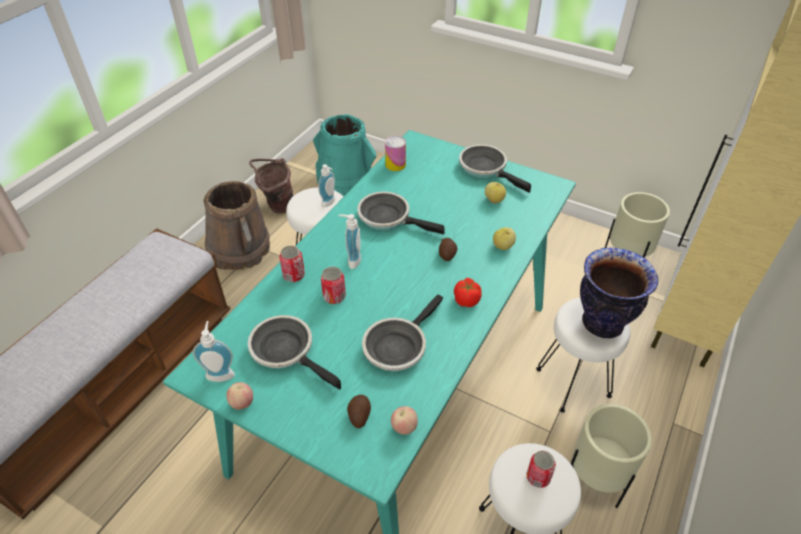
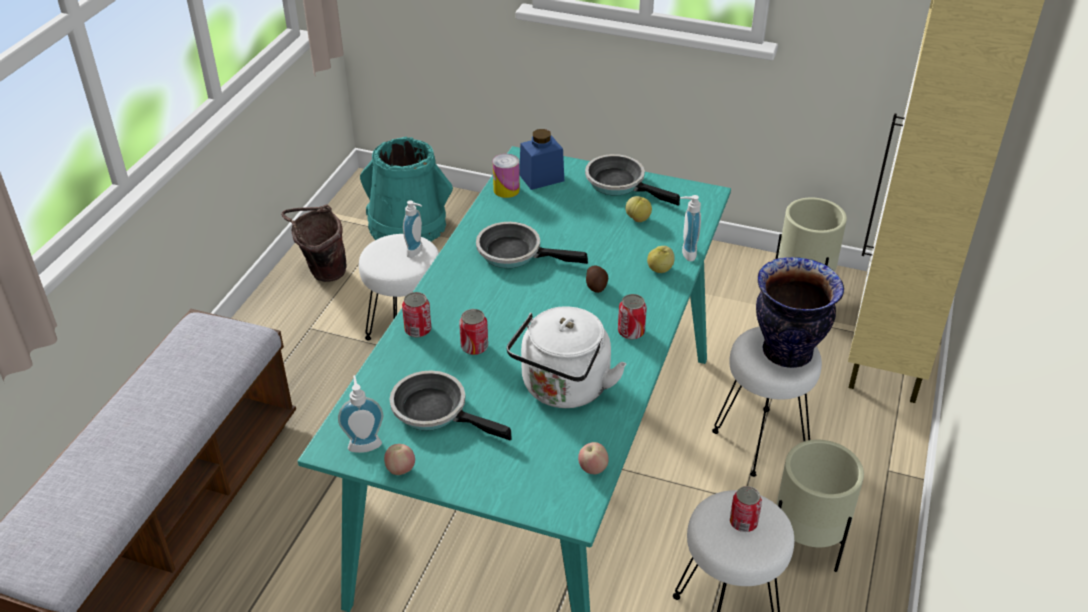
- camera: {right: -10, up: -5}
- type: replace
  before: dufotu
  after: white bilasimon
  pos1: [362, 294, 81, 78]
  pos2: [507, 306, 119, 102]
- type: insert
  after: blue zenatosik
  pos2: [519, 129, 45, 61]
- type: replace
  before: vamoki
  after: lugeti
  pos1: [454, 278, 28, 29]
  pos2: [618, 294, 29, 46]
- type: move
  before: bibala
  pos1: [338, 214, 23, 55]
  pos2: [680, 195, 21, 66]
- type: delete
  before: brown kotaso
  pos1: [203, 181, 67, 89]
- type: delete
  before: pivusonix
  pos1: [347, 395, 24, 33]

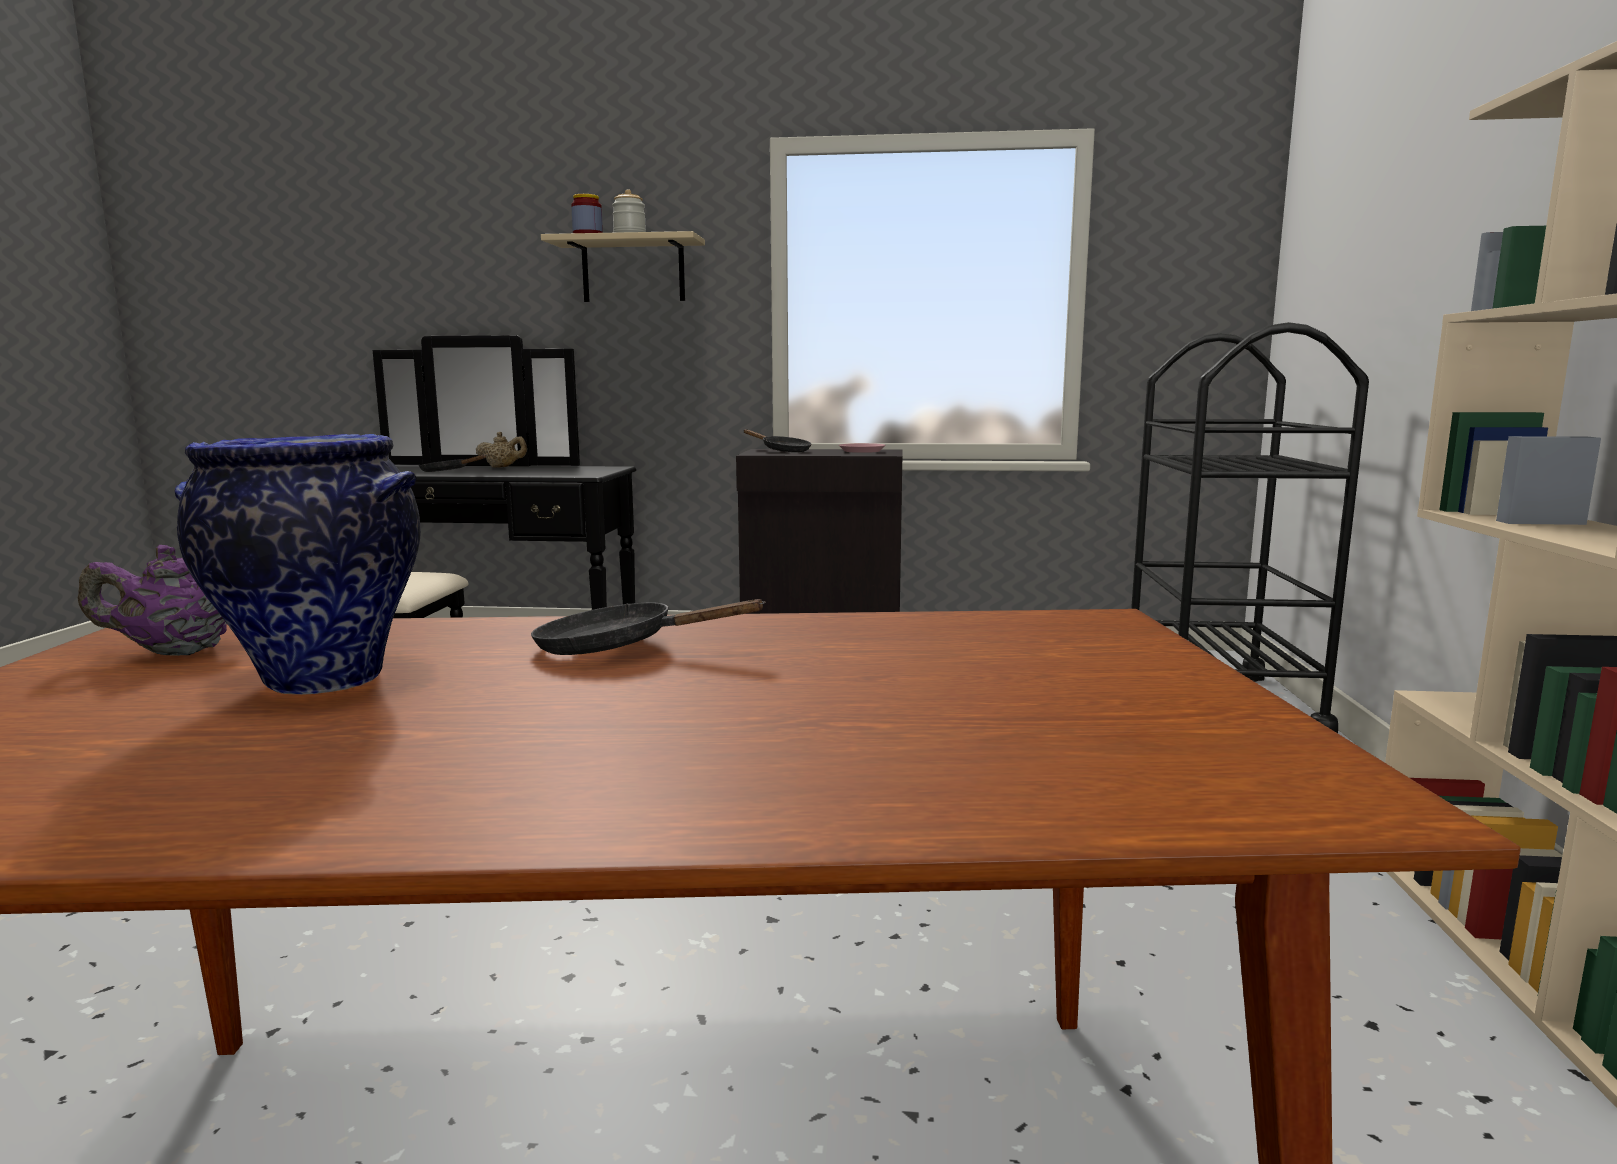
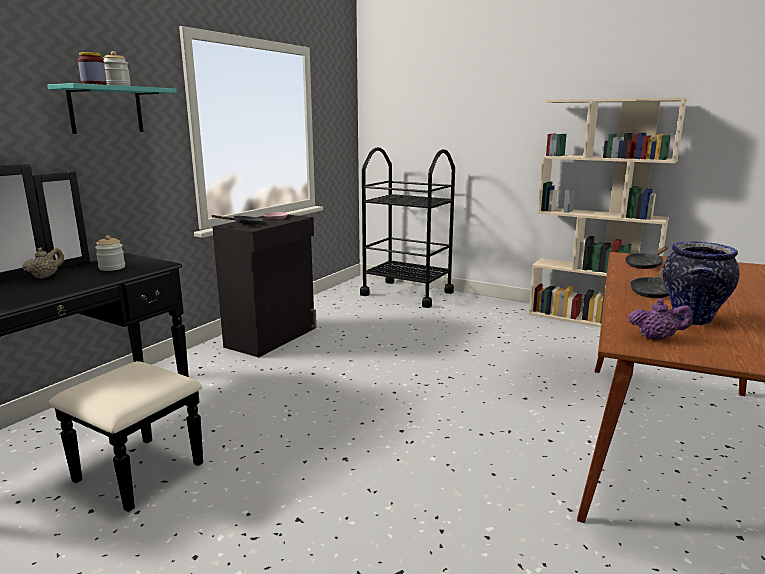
- camera: {right: -65, up: 5}
- type: recolor
  before: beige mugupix
  after: turquoise mugupix
  pos1: [541, 231, 164, 71]
  pos2: [48, 83, 129, 51]
- type: insert
  after: zenatosik
  pos2: [95, 235, 30, 36]
- type: move
  before: black dufotu
  pos1: [419, 455, 67, 17]
  pos2: [625, 246, 43, 23]
- type: rotate
  before: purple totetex
  pos1: [78, 545, 149, 111]
  pos2: [628, 299, 65, 41]
  turn: -90

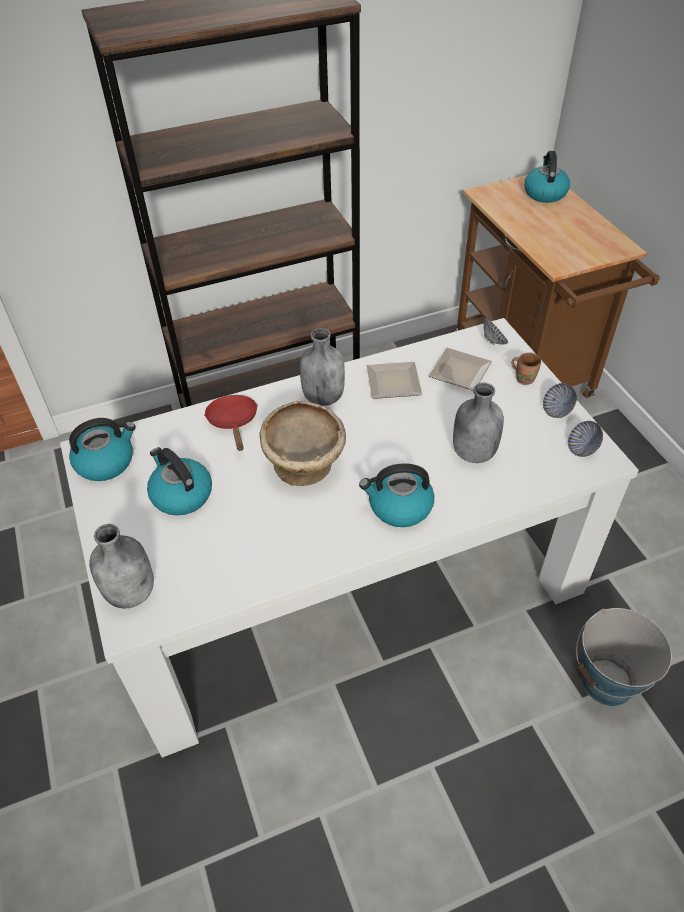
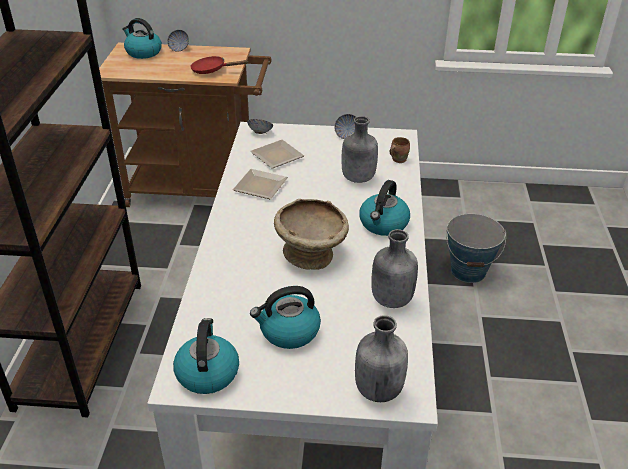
- camera: {right: -65, up: -10}
- type: move
  before: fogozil
  pos1: [568, 421, 35, 36]
  pos2: [167, 30, 22, 22]
- type: move
  before: red dufotu
  pos1: [204, 395, 54, 56]
  pos2: [190, 56, 59, 18]
- type: move
  before: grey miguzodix
  pos1: [300, 328, 45, 78]
  pos2: [371, 229, 47, 79]
- type: move
  before: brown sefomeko
  pos1: [511, 352, 30, 33]
  pos2: [390, 137, 20, 26]

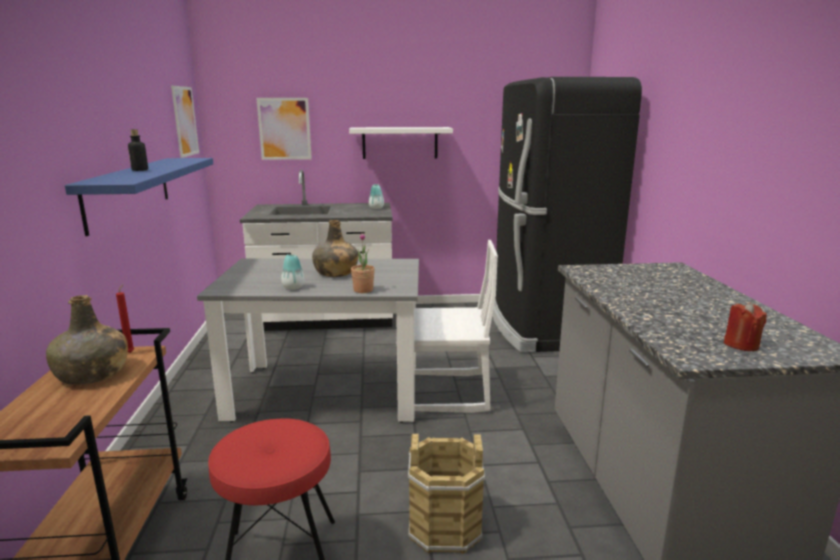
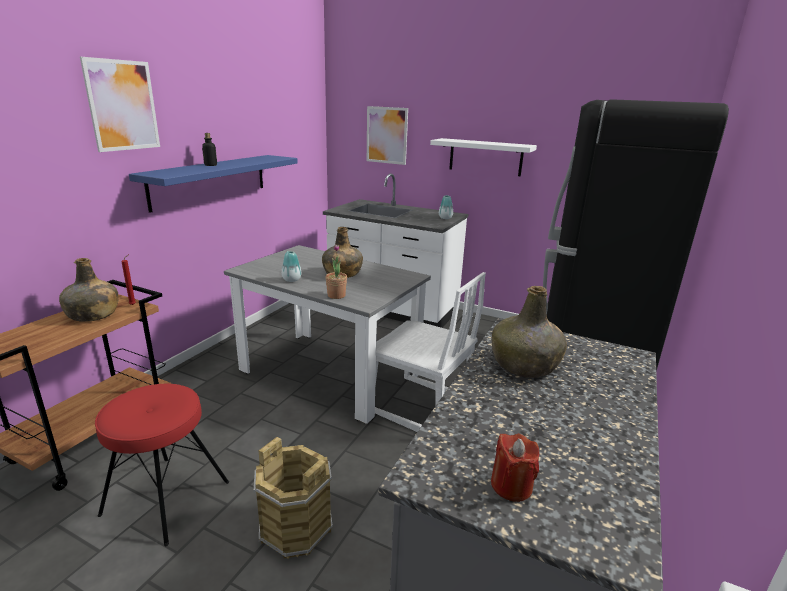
- camera: {right: 30, up: 5}
- type: move
  before: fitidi
  pos1: [171, 86, 28, 72]
  pos2: [80, 57, 80, 95]
- type: insert
  after: green miguzodix
  pos2: [492, 286, 75, 92]

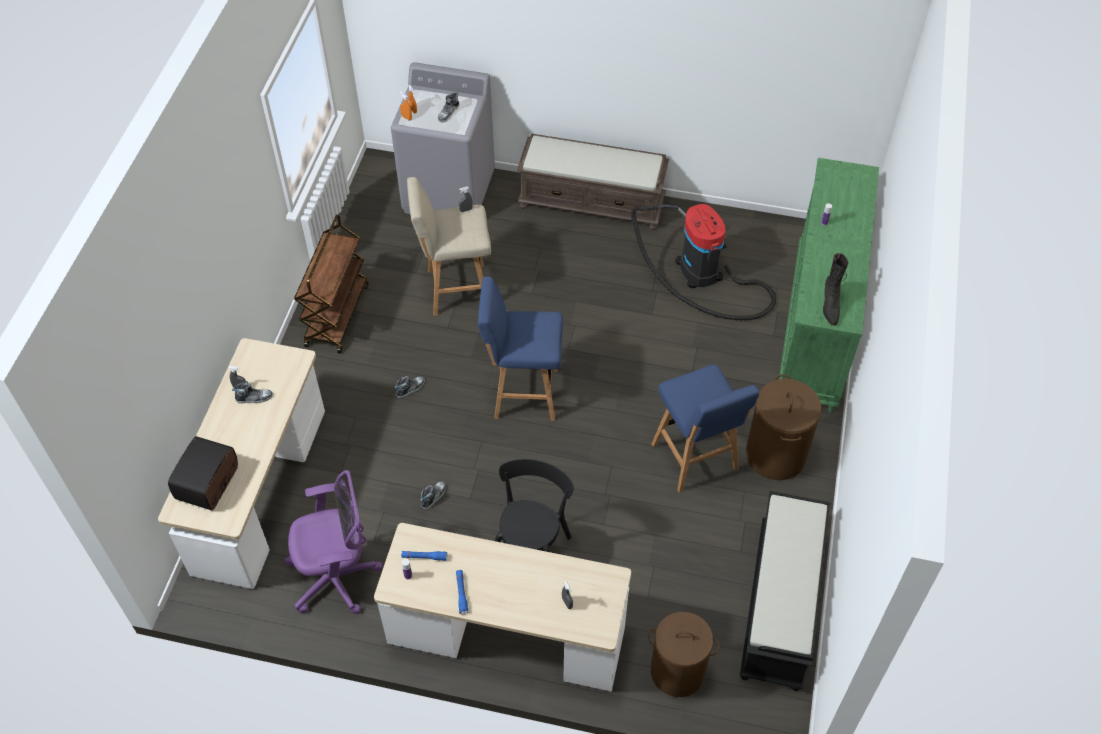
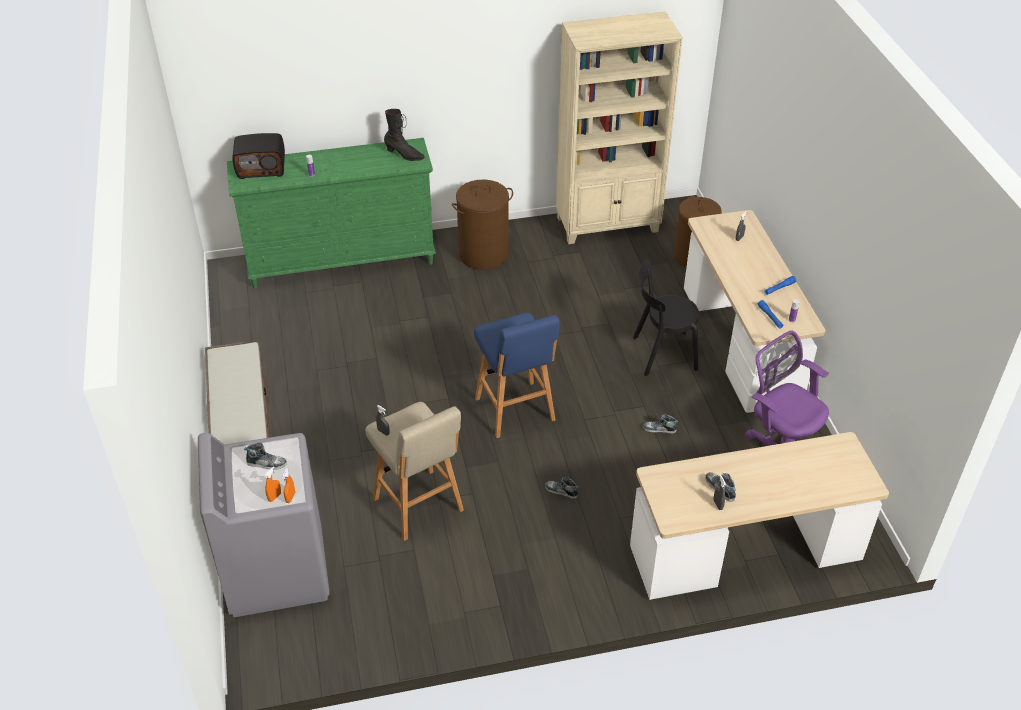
- camera: {right: -115, up: -10}
- type: move
  before: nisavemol
  pos1: [168, 436, 70, 74]
  pos2: [232, 133, 53, 46]
- type: rotate
  before: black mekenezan
  pos1: [823, 253, 25, 73]
  pos2: [384, 109, 41, 52]
  turn: 45
- type: replace
  before: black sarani
  after: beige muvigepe
  pos1: [740, 491, 90, 200]
  pos2: [556, 11, 127, 233]
- type: delete
  before: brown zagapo
  pos1: [294, 215, 75, 139]
- type: delete
  before: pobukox
  pos1: [631, 204, 145, 117]
- type: delete
  before: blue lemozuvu
  pos1: [652, 365, 107, 128]

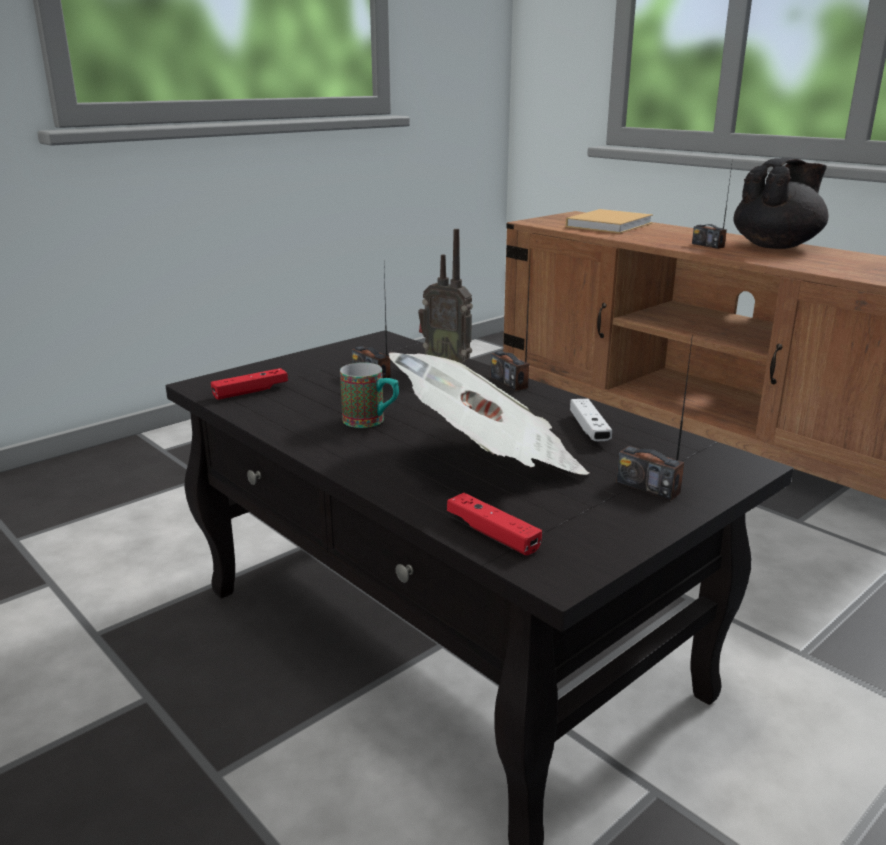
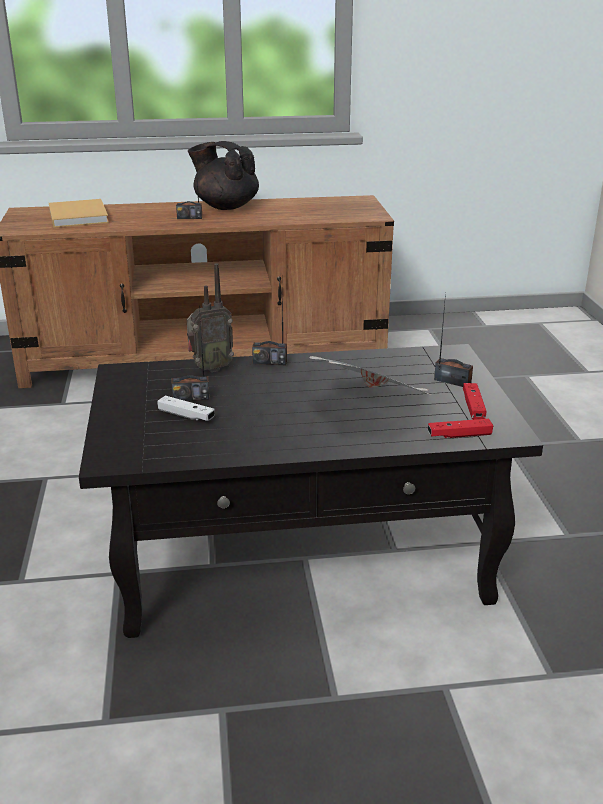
- camera: {right: -55, up: 5}
- type: move
  before: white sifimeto
  pos1: [570, 398, 42, 43]
  pos2: [157, 396, 58, 25]
- type: rotate
  before: black totetex
  pos1: [733, 158, 96, 91]
  pos2: [188, 141, 71, 69]
  turn: -60
- type: rotate
  before: nisavemol
  pos1: [616, 334, 77, 166]
  pos2: [434, 293, 39, 94]
  turn: -135
- type: move
  before: red sifimeto
  pos1: [211, 368, 77, 32]
  pos2: [463, 383, 23, 37]
- type: delete
  before: sefomeko
  pos1: [340, 363, 59, 65]

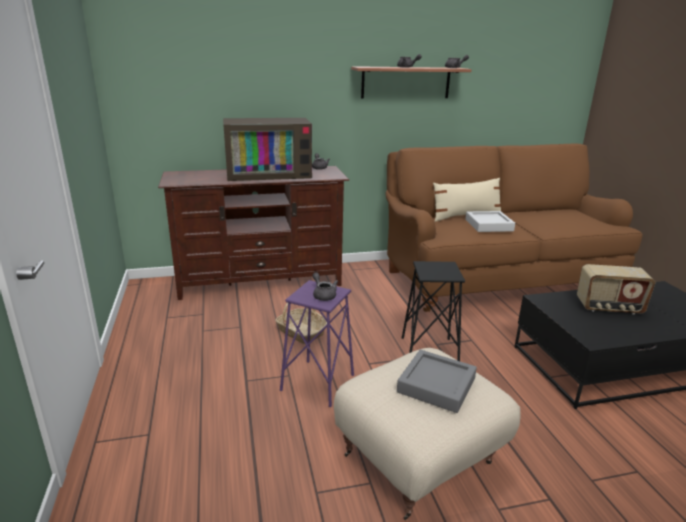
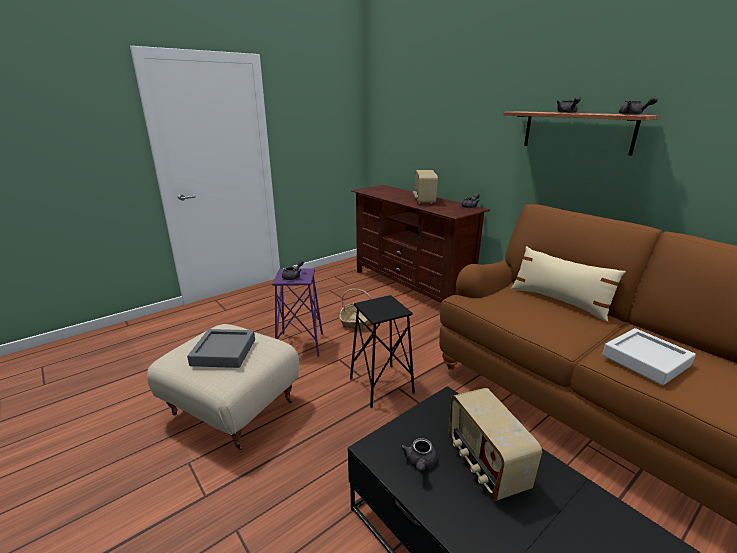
- camera: {right: 65, up: 0}
- type: insert
  after: grey totetex
  pos2: [400, 438, 37, 34]
- type: replace
  before: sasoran
  after: nisavemol
  pos1: [223, 118, 89, 63]
  pos2: [413, 170, 25, 34]
- type: move
  before: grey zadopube
  pos1: [465, 211, 50, 21]
  pos2: [602, 328, 94, 57]

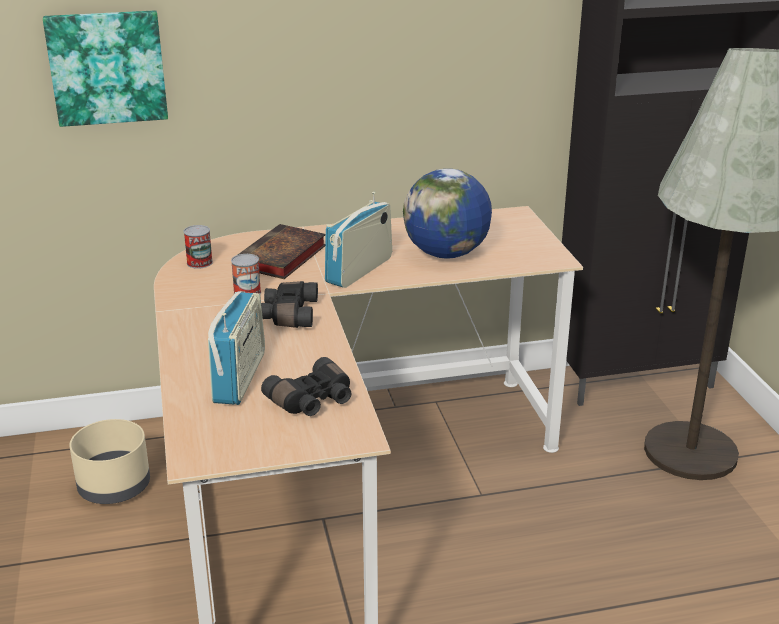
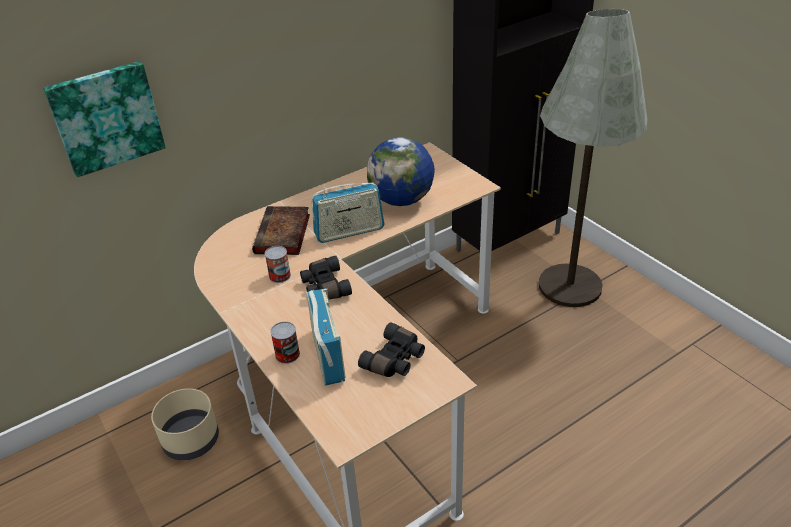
- camera: {right: -20, up: 10}
- type: move
  before: lugeti
  pos1: [184, 225, 29, 44]
  pos2: [270, 321, 30, 43]
- type: rotate
  before: nisavemol
  pos1: [325, 192, 67, 96]
  pos2: [311, 183, 74, 60]
  turn: -120

